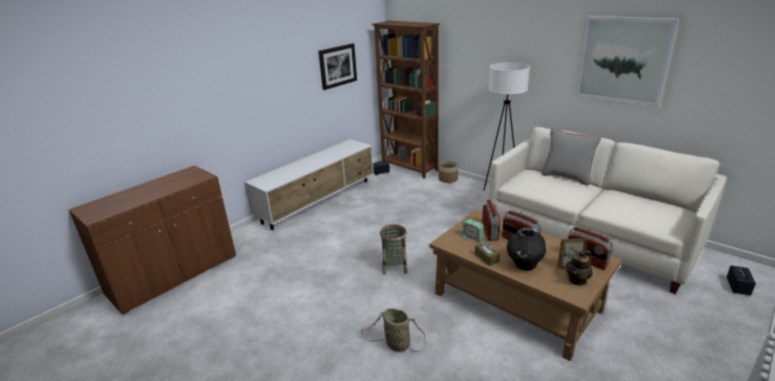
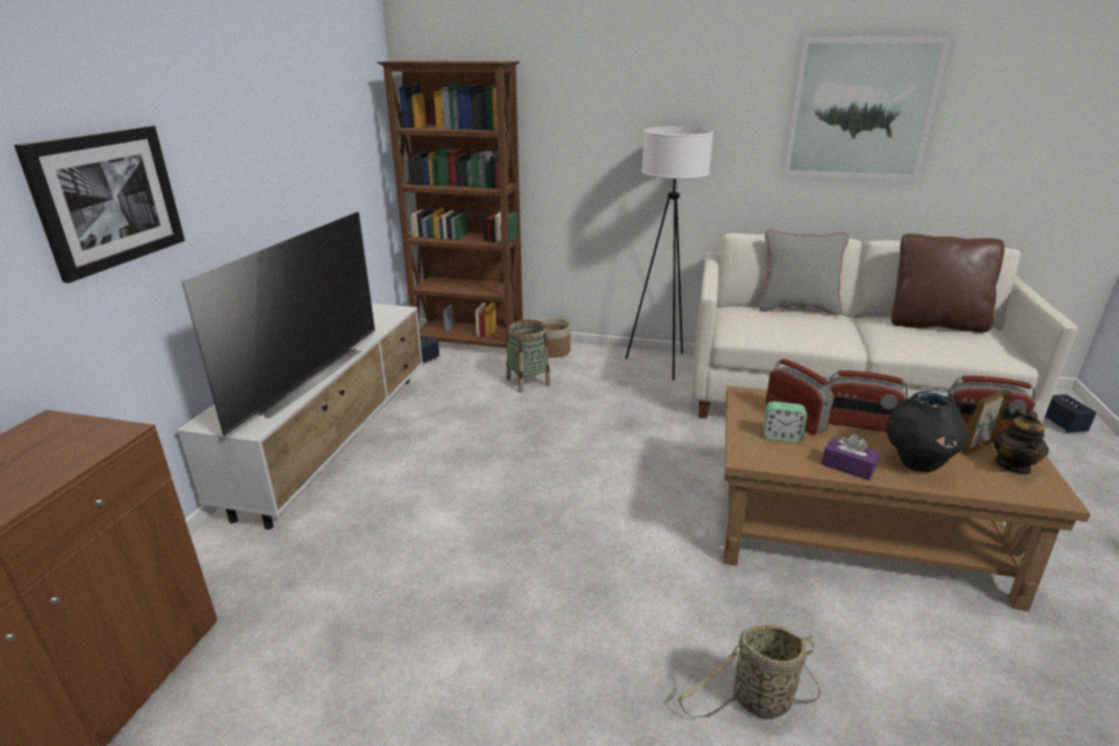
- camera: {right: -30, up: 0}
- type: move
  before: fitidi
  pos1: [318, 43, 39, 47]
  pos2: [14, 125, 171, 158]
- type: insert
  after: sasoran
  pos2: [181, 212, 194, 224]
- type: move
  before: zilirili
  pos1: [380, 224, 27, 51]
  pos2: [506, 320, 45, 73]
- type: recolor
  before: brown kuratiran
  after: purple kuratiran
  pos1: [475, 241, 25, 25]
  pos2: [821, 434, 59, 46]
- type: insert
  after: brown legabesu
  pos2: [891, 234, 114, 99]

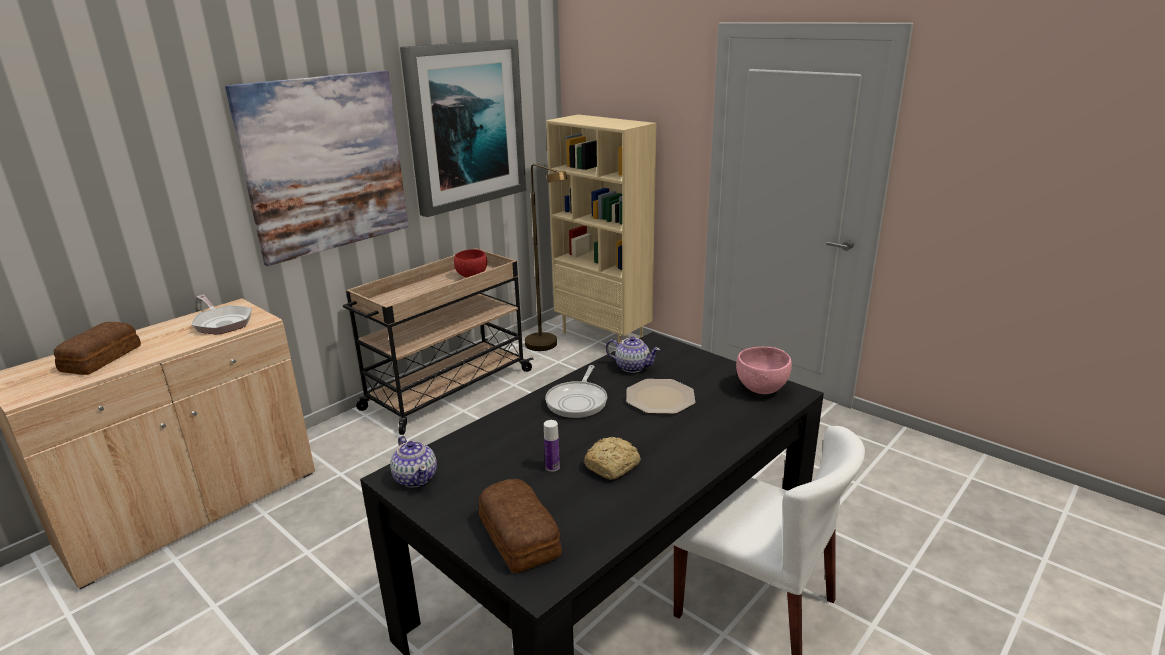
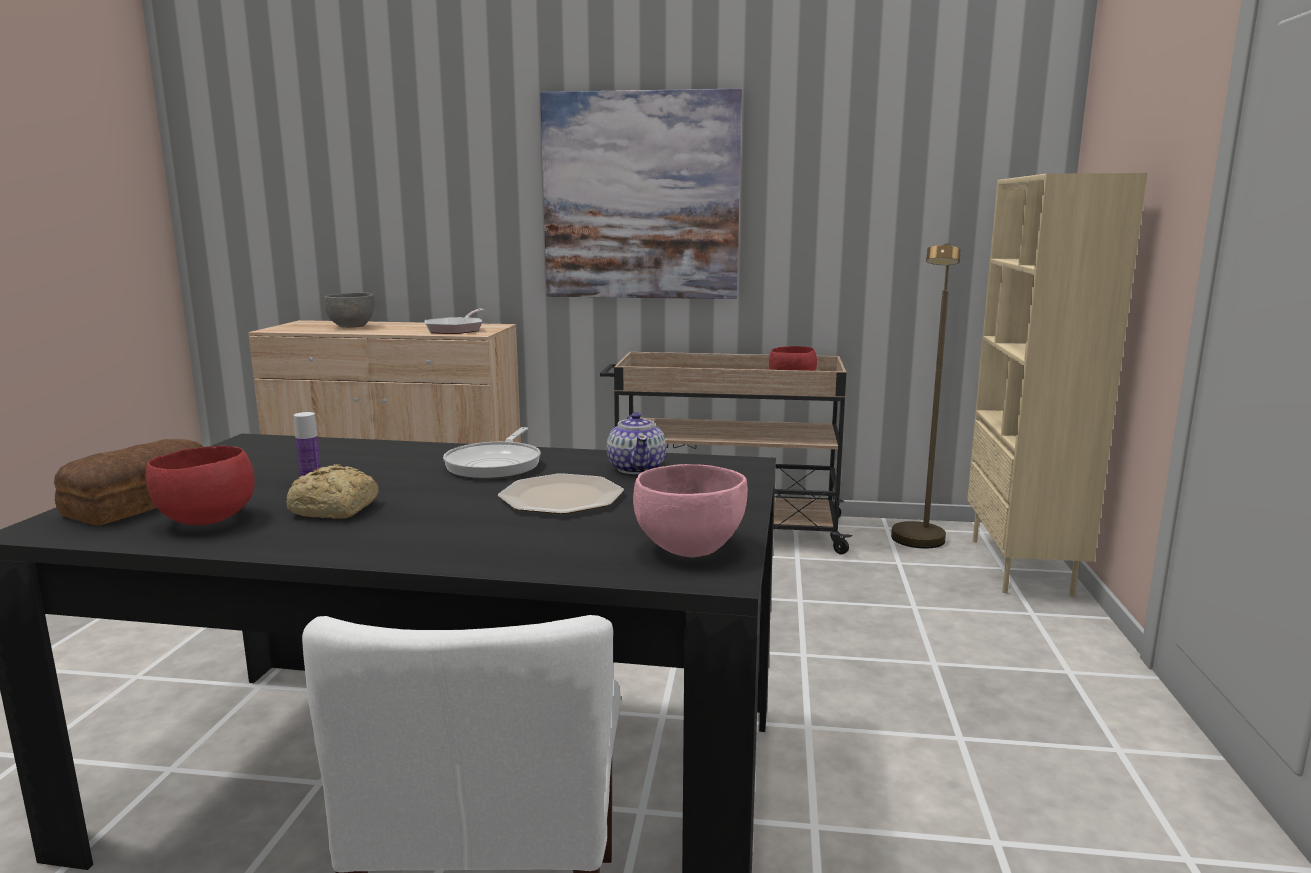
- camera: {right: 55, up: -10}
- type: insert
  after: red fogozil
  pos2: [145, 446, 110, 79]
- type: replace
  before: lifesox
  after: grey fogozil
  pos1: [54, 322, 87, 53]
  pos2: [324, 292, 51, 36]
- type: rotate
  before: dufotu
  pos1: [545, 365, 62, 53]
  pos2: [443, 427, 98, 52]
  turn: -60
- type: delete
  before: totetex
  pos1: [390, 436, 47, 52]
- type: delete
  before: fitidi
  pos1: [400, 39, 126, 178]

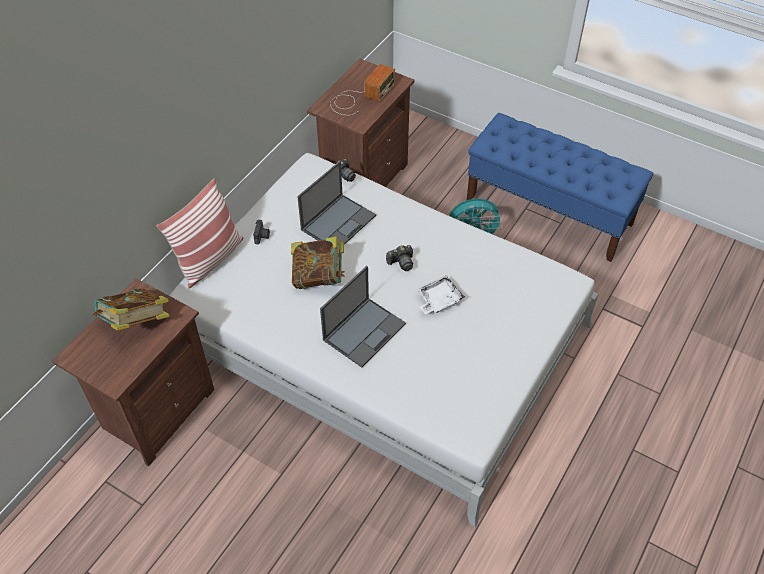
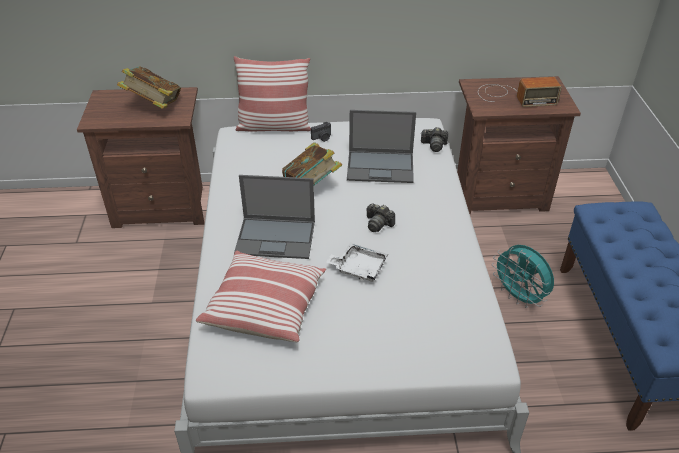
- camera: {right: 55, up: -10}
- type: insert
  after: legabesu
  pos2: [196, 251, 130, 91]

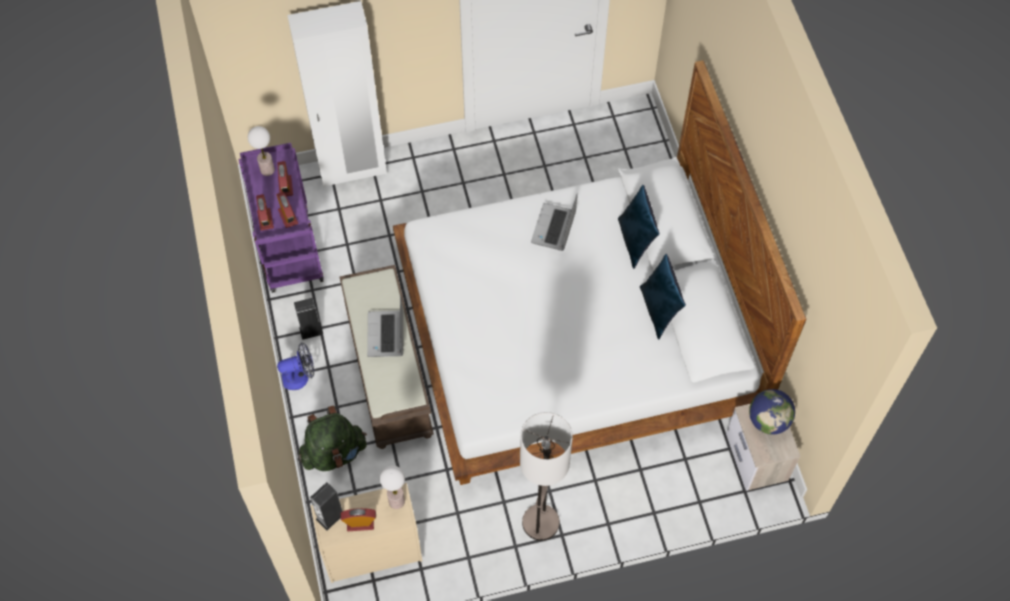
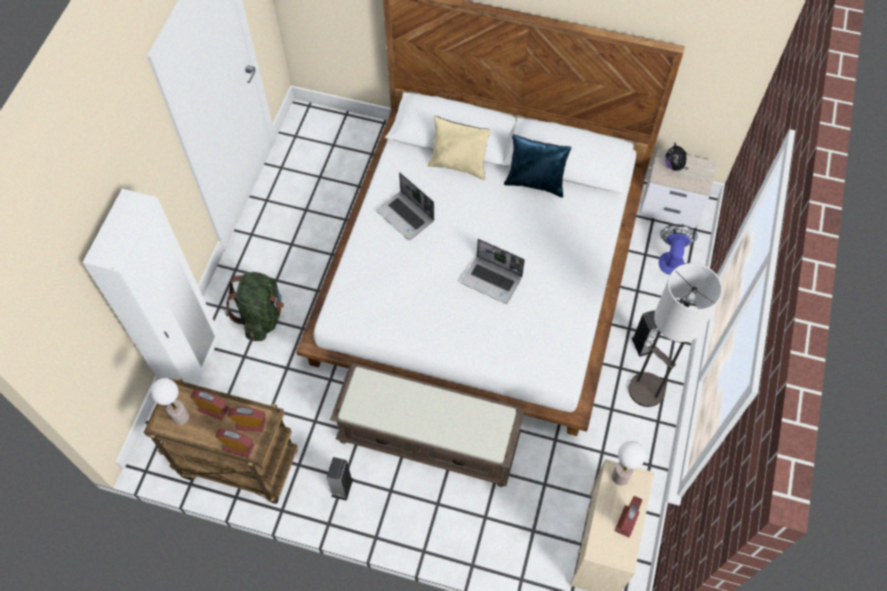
- camera: {right: -60, up: 0}
- type: recolor
  before: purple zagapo
  after: brown zagapo
  pos1: [238, 143, 86, 150]
  pos2: [144, 378, 154, 126]
- type: move
  before: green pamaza
  pos1: [299, 405, 68, 66]
  pos2: [225, 272, 59, 69]
- type: recolor
  before: blue legabesu
  after: beige legabesu
  pos1: [618, 185, 41, 84]
  pos2: [428, 116, 63, 64]
- type: move
  before: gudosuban
  pos1: [367, 295, 36, 62]
  pos2: [461, 239, 64, 65]
- type: move
  before: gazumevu
  pos1: [310, 482, 33, 48]
  pos2: [632, 310, 27, 47]
- type: move
  before: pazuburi
  pos1: [277, 342, 37, 48]
  pos2: [658, 224, 40, 51]
- type: replace
  before: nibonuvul
  after: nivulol
  pos1: [749, 389, 46, 46]
  pos2: [665, 143, 23, 28]

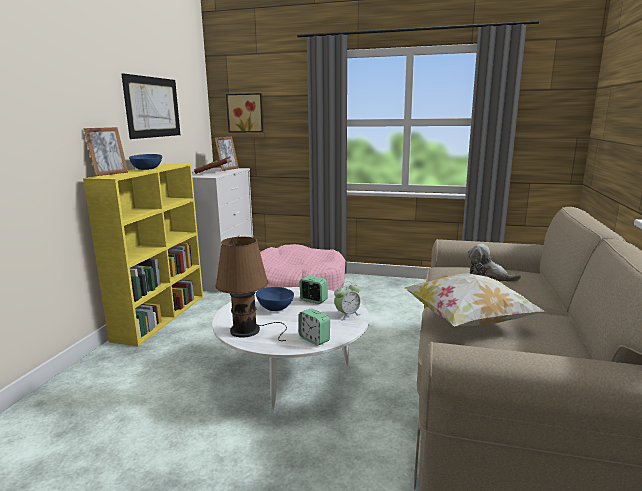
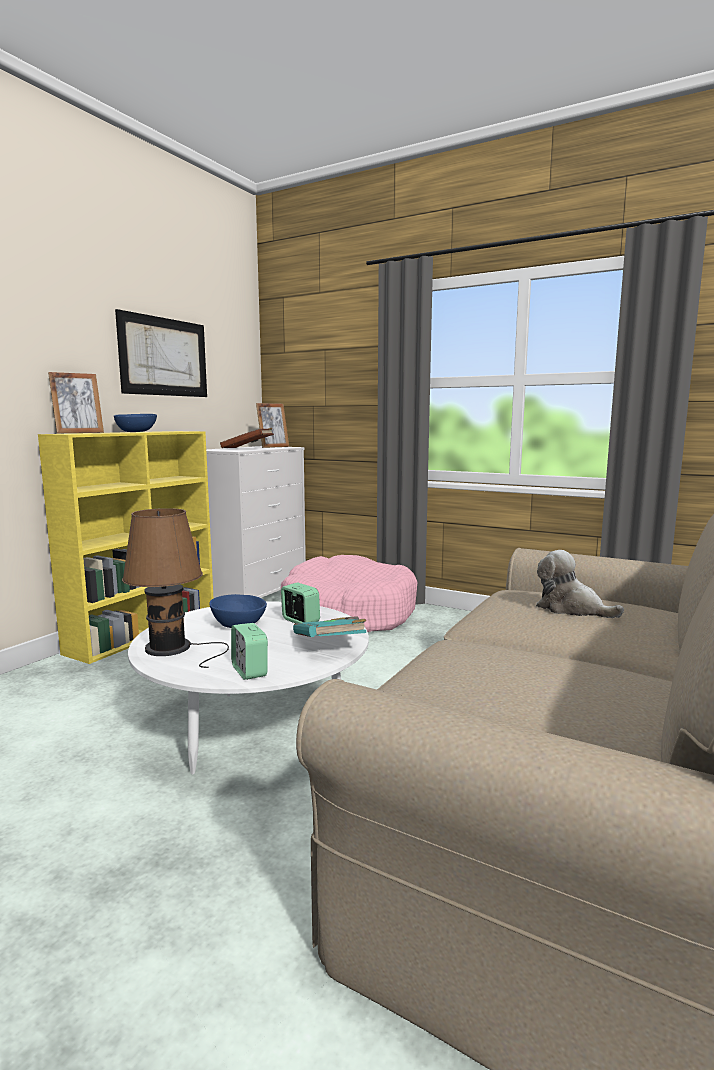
- camera: {right: 15, up: -5}
- type: replace
  before: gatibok
  after: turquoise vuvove
  pos1: [334, 281, 27, 39]
  pos2: [293, 616, 73, 21]
- type: delete
  before: fitidi
  pos1: [226, 93, 37, 39]
- type: delete
  before: legabesu
  pos1: [404, 274, 142, 53]

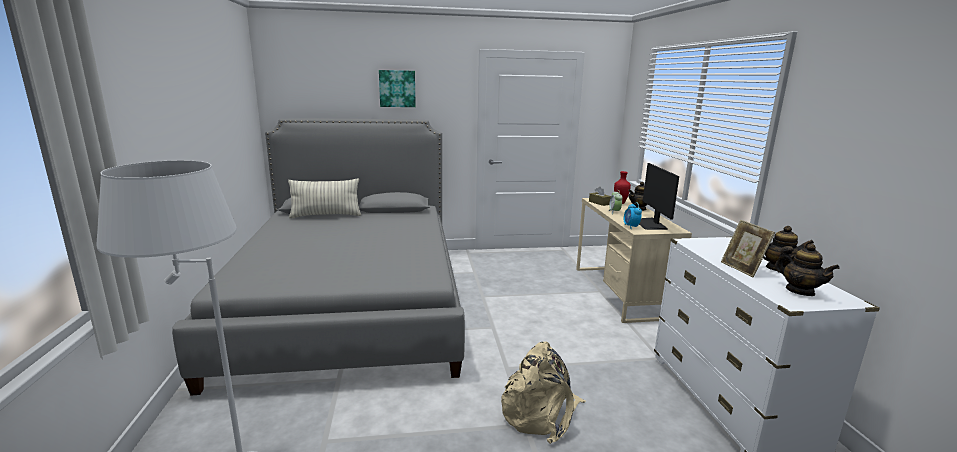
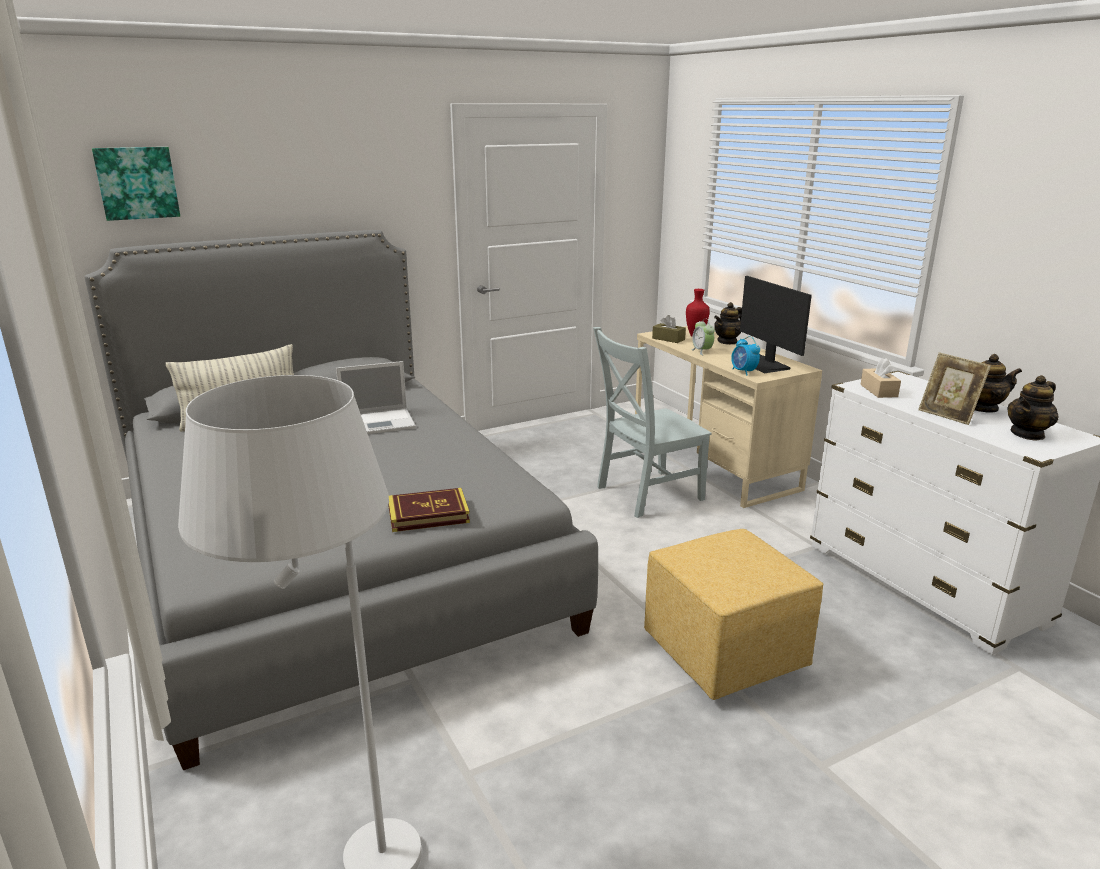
- camera: {right: -20, up: 5}
- type: move
  before: fitidi
  pos1: [379, 70, 37, 37]
  pos2: [92, 147, 88, 74]
- type: insert
  after: gudosuban
  pos2: [336, 361, 80, 73]
- type: insert
  after: vuvove
  pos2: [388, 488, 82, 44]
- type: insert
  after: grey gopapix
  pos2: [593, 327, 119, 191]
- type: replace
  before: beige pamaza
  after: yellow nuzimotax
  pos1: [501, 341, 85, 103]
  pos2: [644, 529, 179, 171]
- type: insert
  after: beige kuratiran
  pos2: [860, 358, 41, 40]
- type: rotate
  before: totetex
  pos1: [775, 244, 65, 52]
  pos2: [1007, 375, 51, 66]
  turn: 105

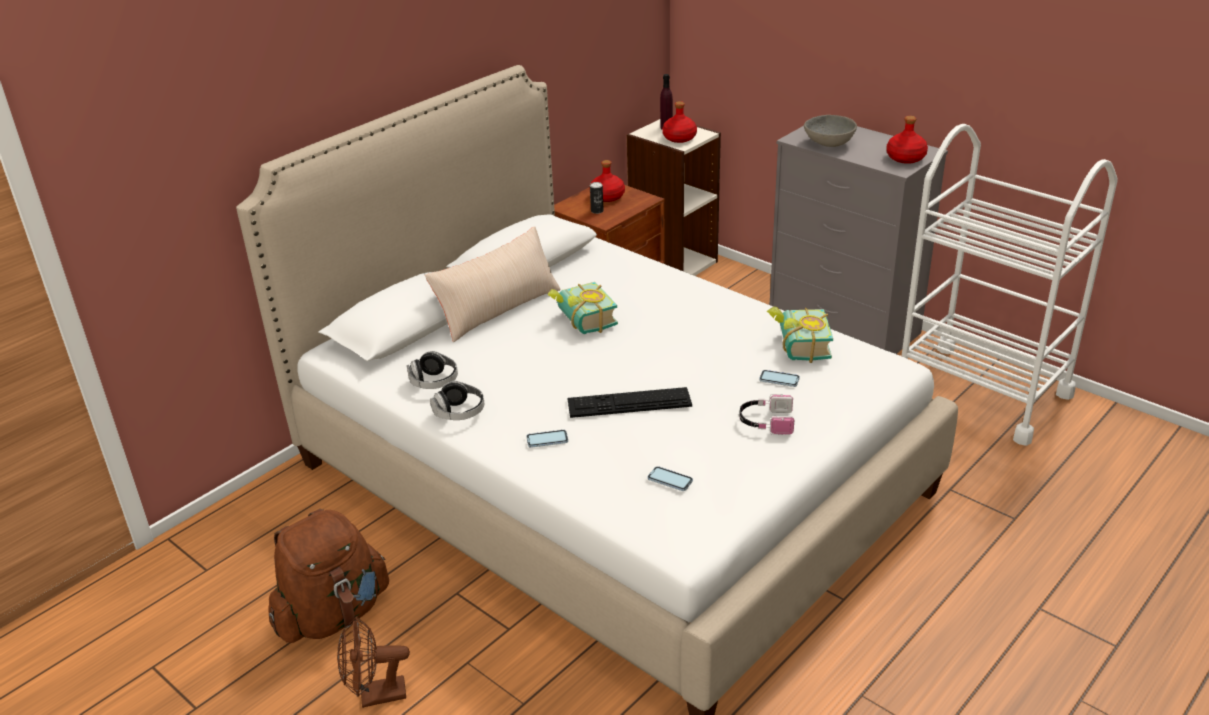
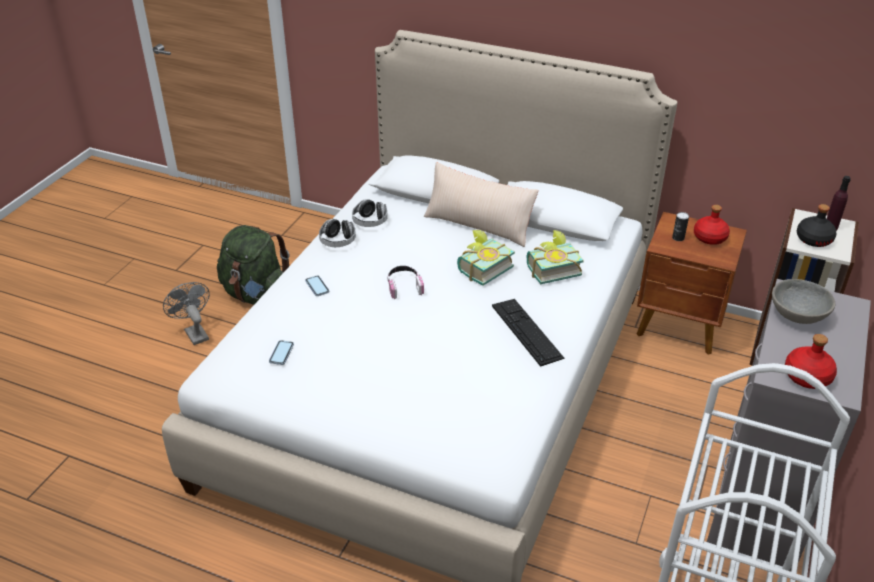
- camera: {right: 70, up: 5}
- type: recolor
  before: brown pazuburi
  after: grey pazuburi
  pos1: [337, 616, 73, 92]
  pos2: [163, 282, 47, 63]
- type: recolor
  before: brown pamaza
  after: green pamaza
  pos1: [268, 509, 121, 134]
  pos2: [217, 225, 72, 80]
- type: move
  before: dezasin
  pos1: [739, 394, 55, 41]
  pos2: [387, 266, 37, 33]
- type: move
  before: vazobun
  pos1: [567, 387, 125, 31]
  pos2: [492, 299, 72, 68]
- type: move
  before: vuvove
  pos1: [767, 307, 66, 56]
  pos2: [527, 230, 57, 54]
- type: recolor
  before: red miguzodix
  after: black miguzodix
  pos1: [662, 101, 35, 42]
  pos2: [797, 204, 39, 43]
- type: delete
  before: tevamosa
  pos1: [759, 370, 41, 17]

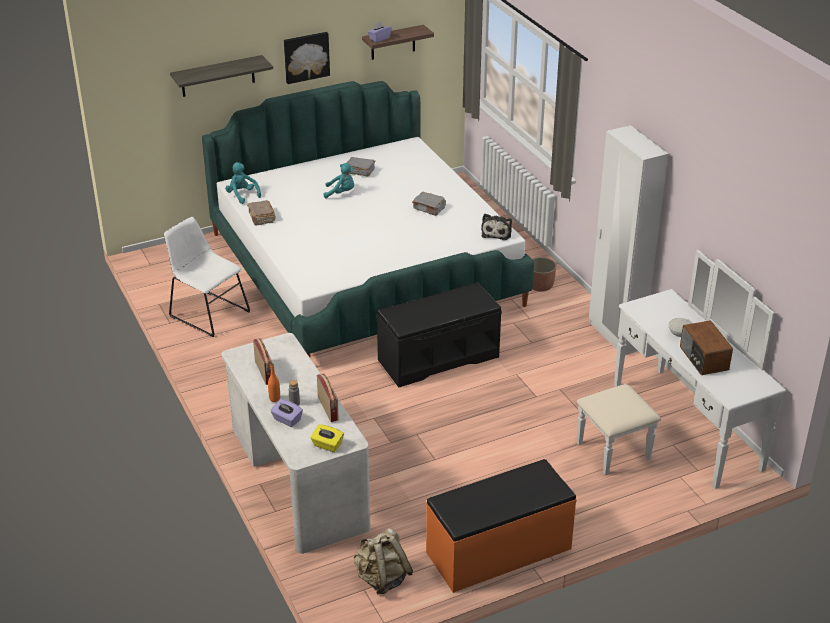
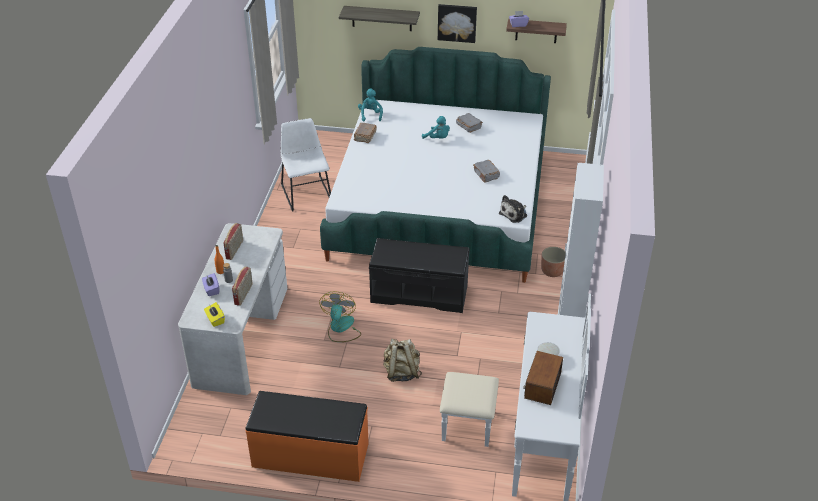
- camera: {right: 35, up: 5}
- type: insert
  after: pazuburi
  pos2: [319, 291, 42, 51]
- type: move
  before: beige pamaza
  pos1: [354, 528, 59, 66]
  pos2: [383, 339, 39, 43]

